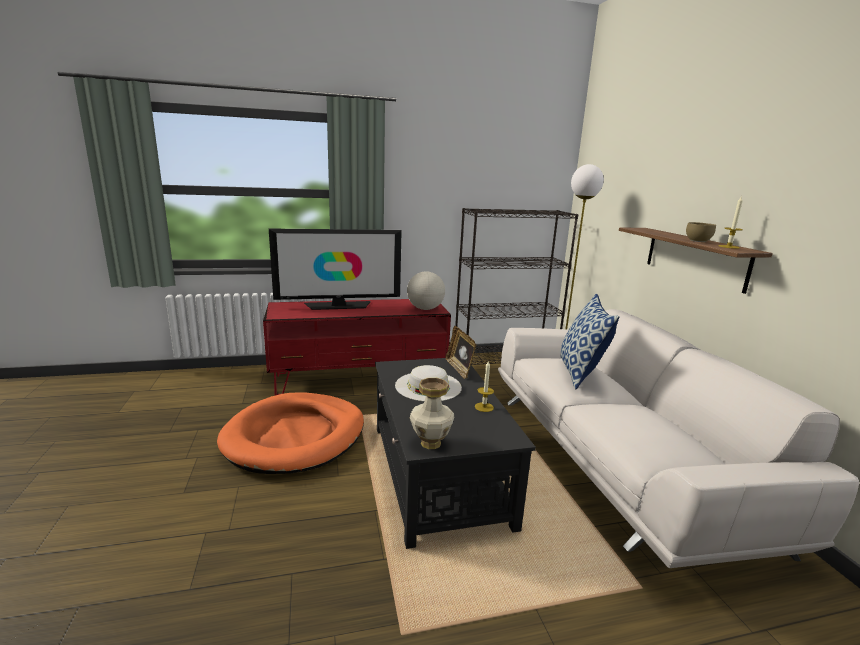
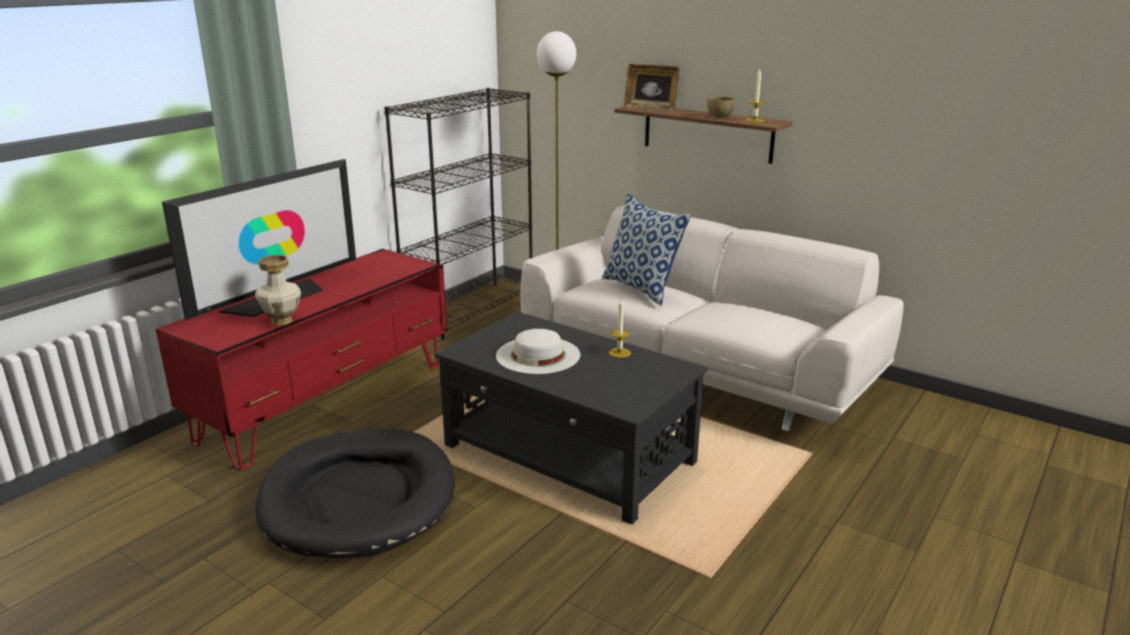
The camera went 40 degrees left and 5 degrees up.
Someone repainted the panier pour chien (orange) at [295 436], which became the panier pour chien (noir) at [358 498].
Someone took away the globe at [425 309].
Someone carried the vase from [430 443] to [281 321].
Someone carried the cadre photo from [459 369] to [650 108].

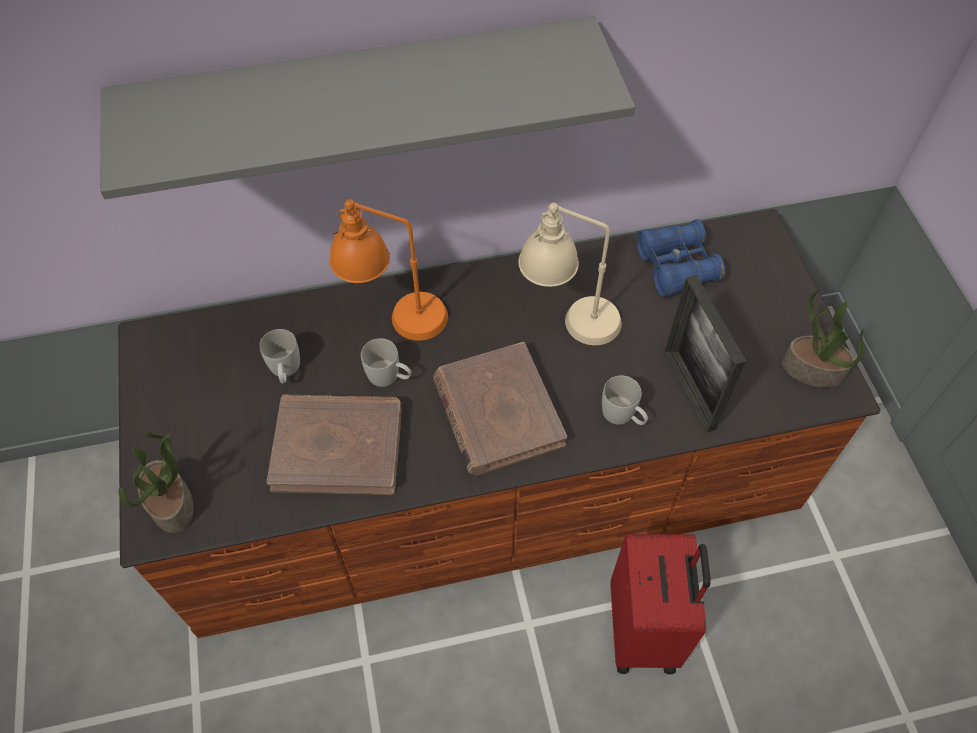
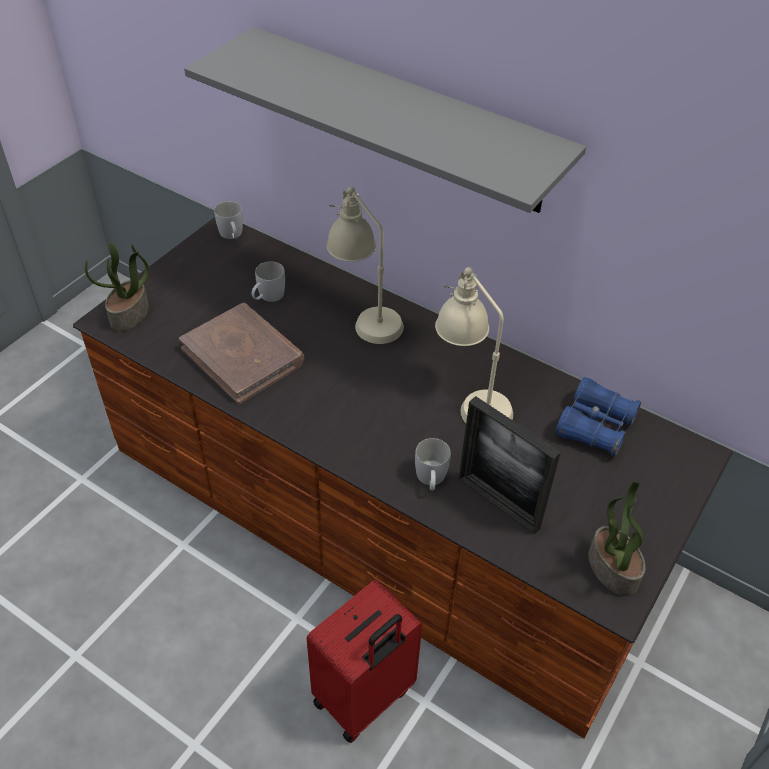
The camera went 45 degrees right and 10 degrees down.
Someone repainted the lampe de table (orange) at [394 317], which became the lampe de table (beige) at [364 316].
Someone carried the mug (blanc) from [389 376] to [232 235].
Someone took away the livre (marron) at [497 412].
Someone rotated the cadre photo at [689 389] by 75 degrees counterclockwise.

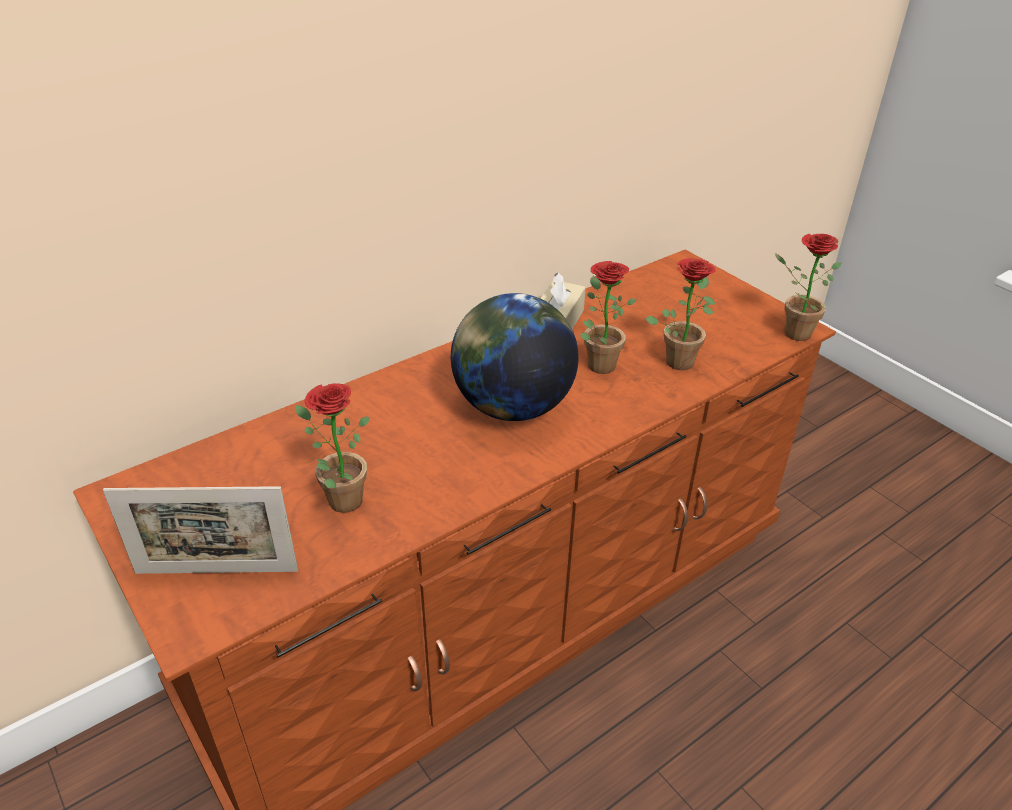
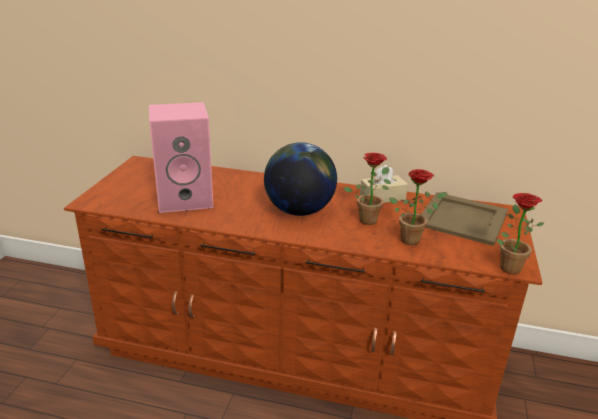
The camera went 50 degrees right and 10 degrees down.
Someone took away the cadre photo at [216 571].
Someone swapped the plante en pot at [338 499] for the enceinte (rose) at [186 198].
Someone put down the plateau (beige) at [463 218].

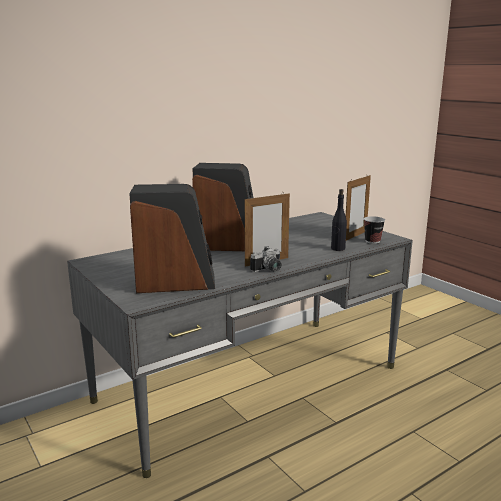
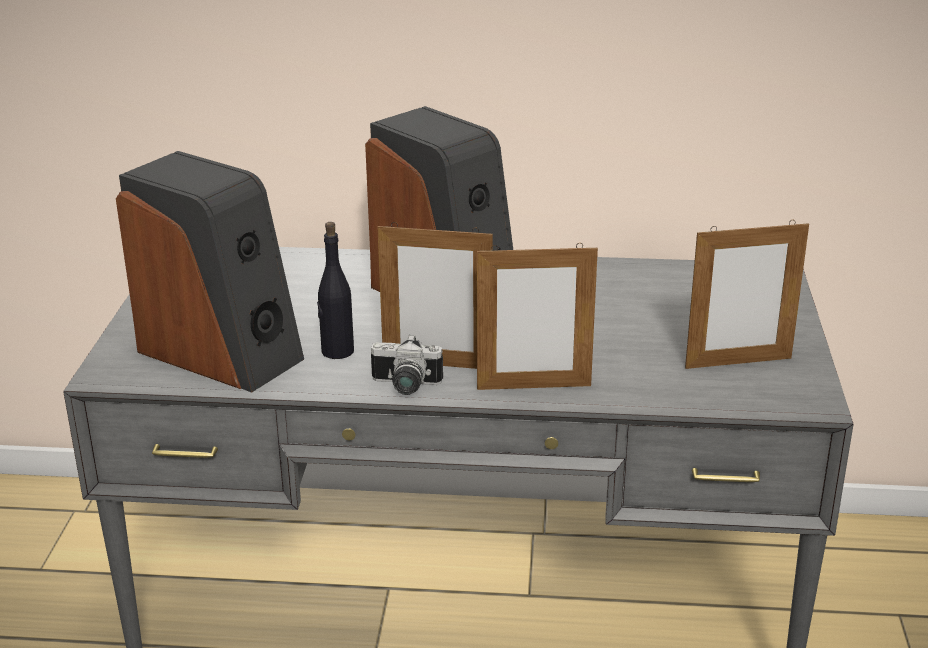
The camera went 40 degrees right and 10 degrees up.
Someone carried the bouteille (noir) from [337 249] to [337 351].
Someone took away the tasse at [372 241].
Someone put down the cadre photo at [534 387].

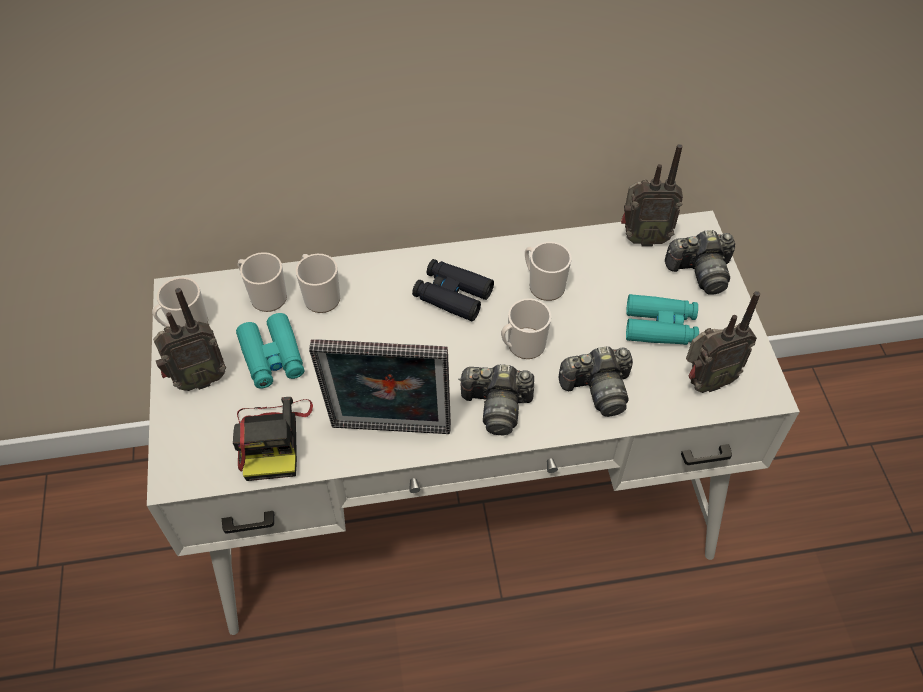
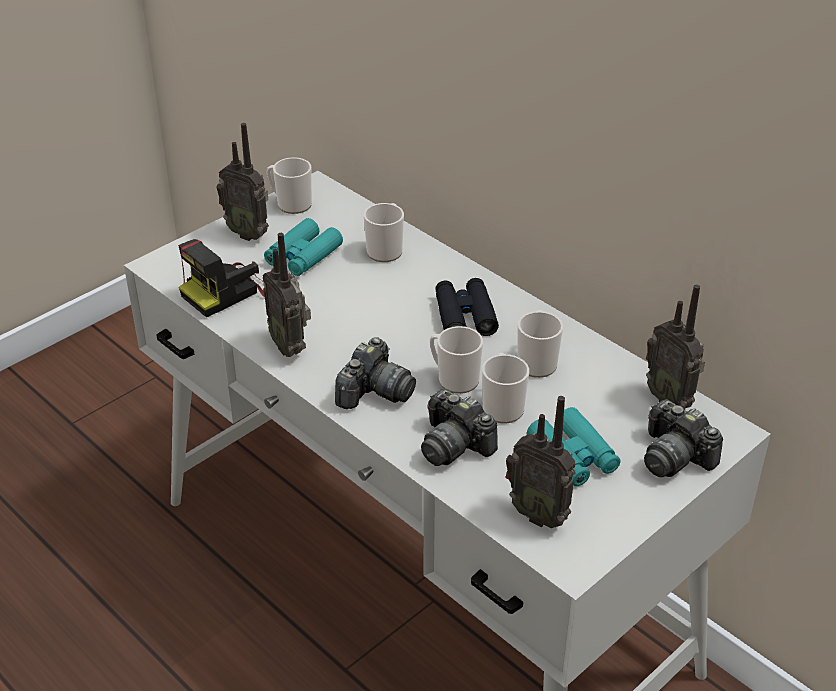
The camera went 55 degrees right and 15 degrees down.
Someone carried the mug from [265 296] to [502 406].
Someone swapped the cadre photo at [390 433] for the radio at [290 346].
Someone rotated the appareil photo at [497 406] by 120 degrees counterclockwise.

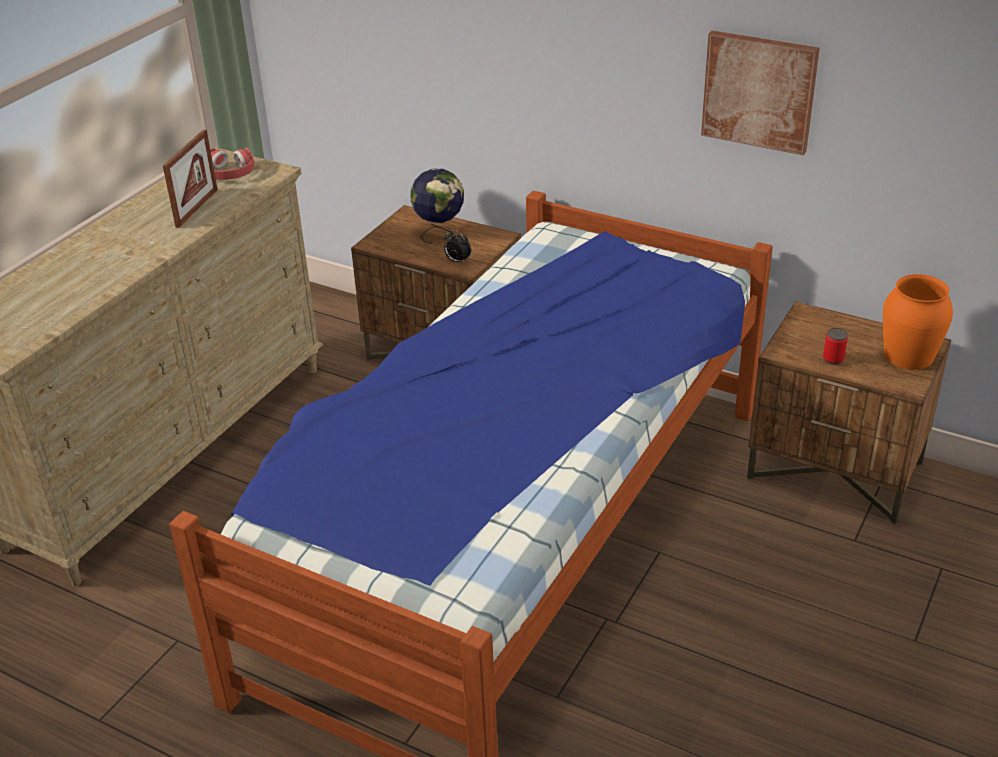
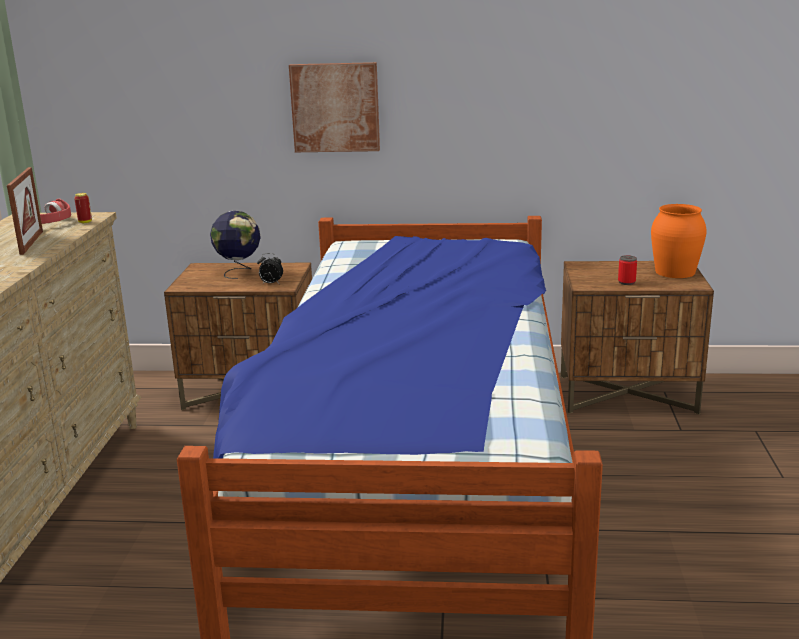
The camera went 25 degrees left and 15 degrees down.
Someone carried the tableau from [759 91] to [335 107].
Someone put down the boîte métallique at [85 222].

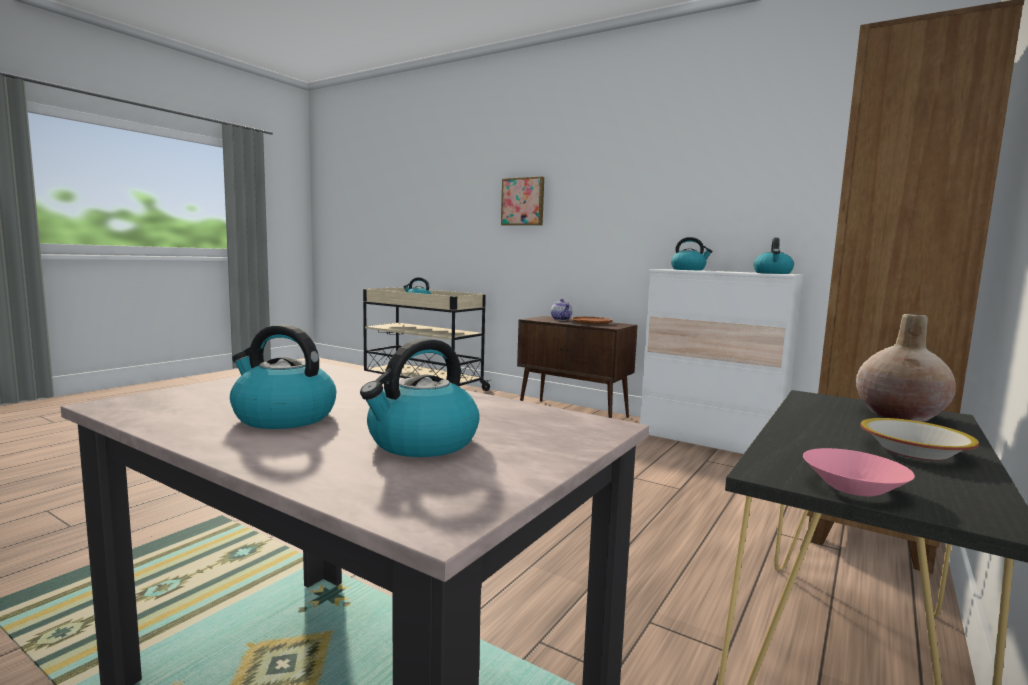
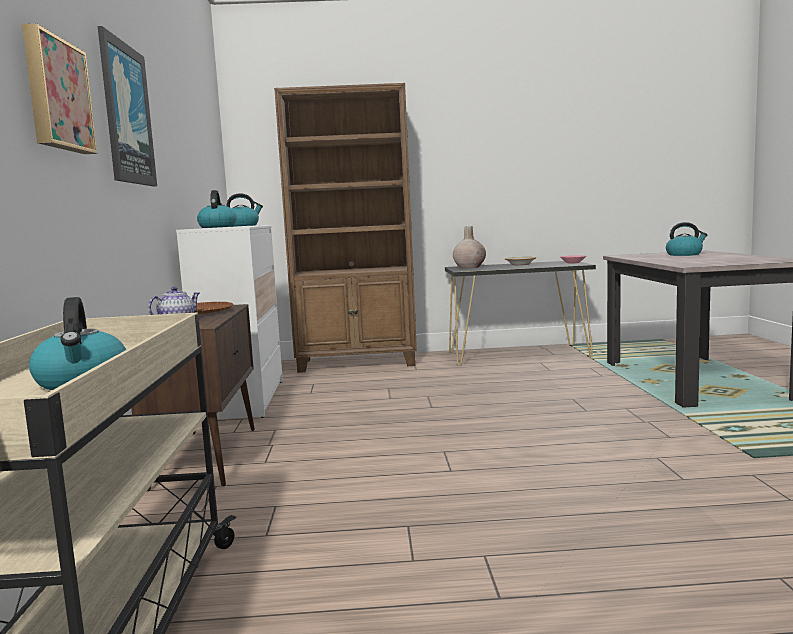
The camera went 125 degrees left and 0 degrees up.
Someone took away the bouilloire at [283 417].
Someone put up the tableau at [126 114].

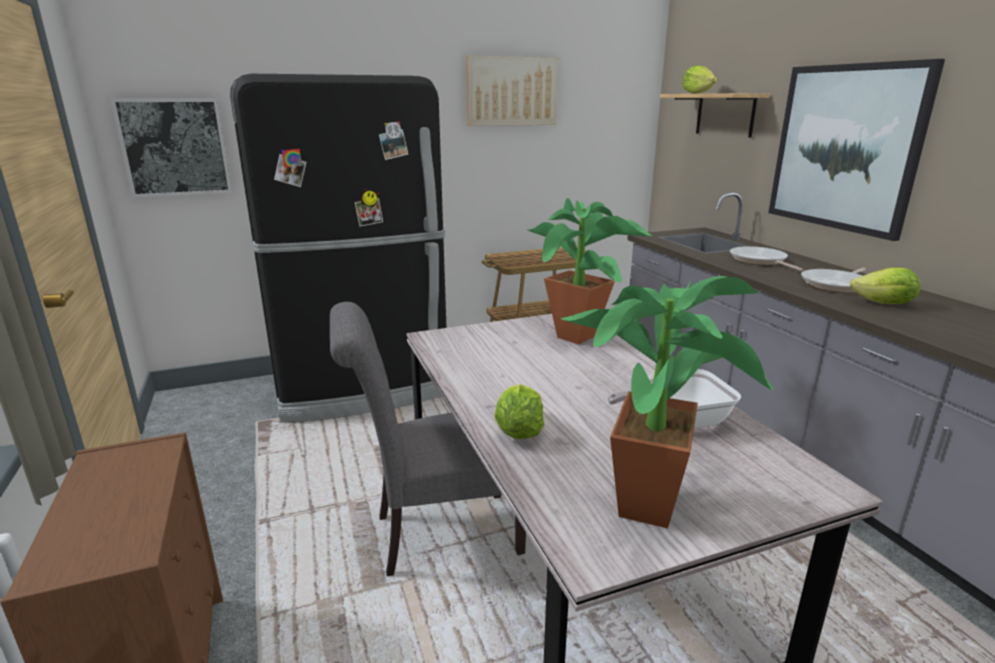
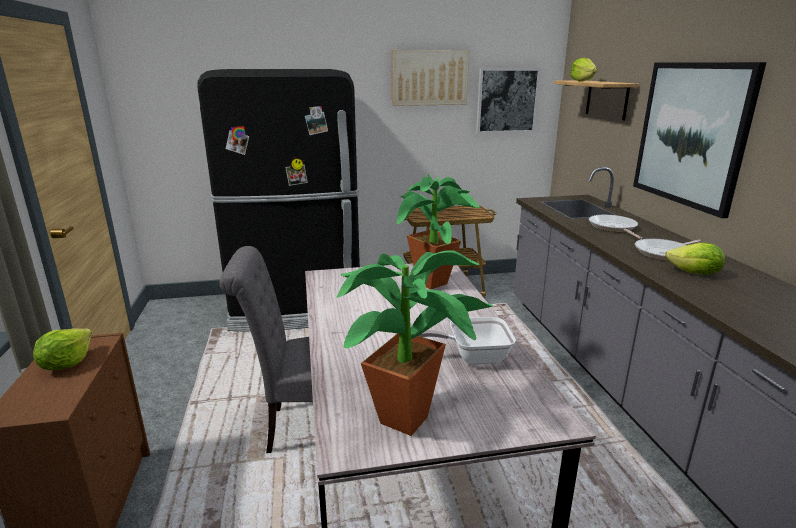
The camera went 10 degrees right and 0 degrees up.
Someone carried the tableau from [175 147] to [506 100].
Someone carried the laitue from [518 431] to [66 364].

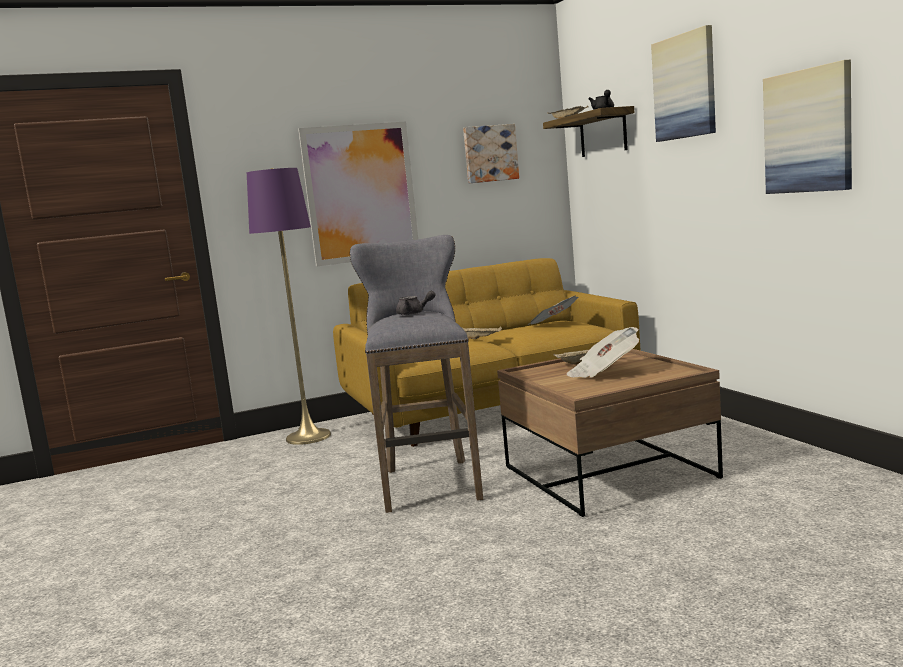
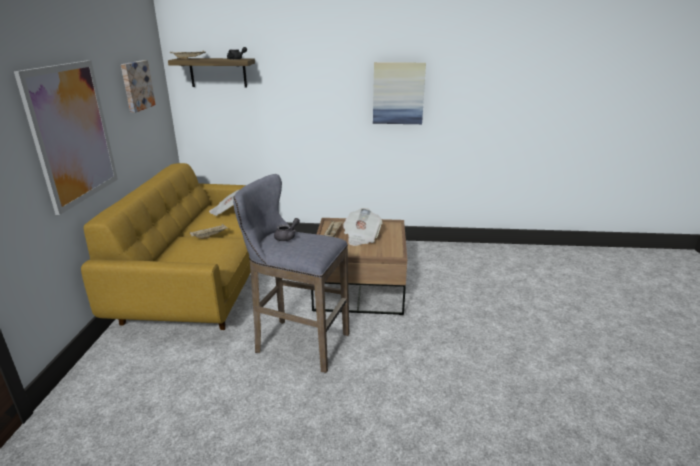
The camera went 65 degrees left and 15 degrees up.
Someone took away the lampadaire (violet) at [308 437].
Someone took away the tableau at [685 86].

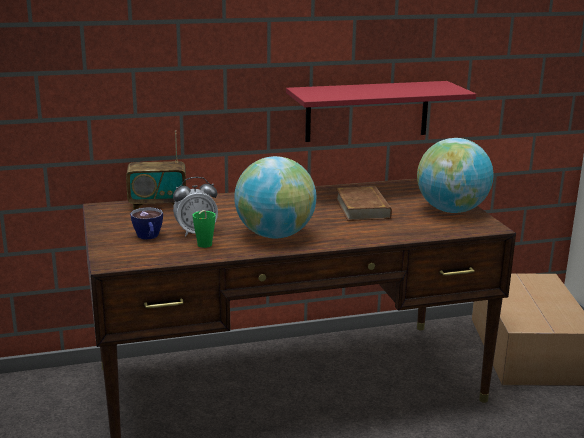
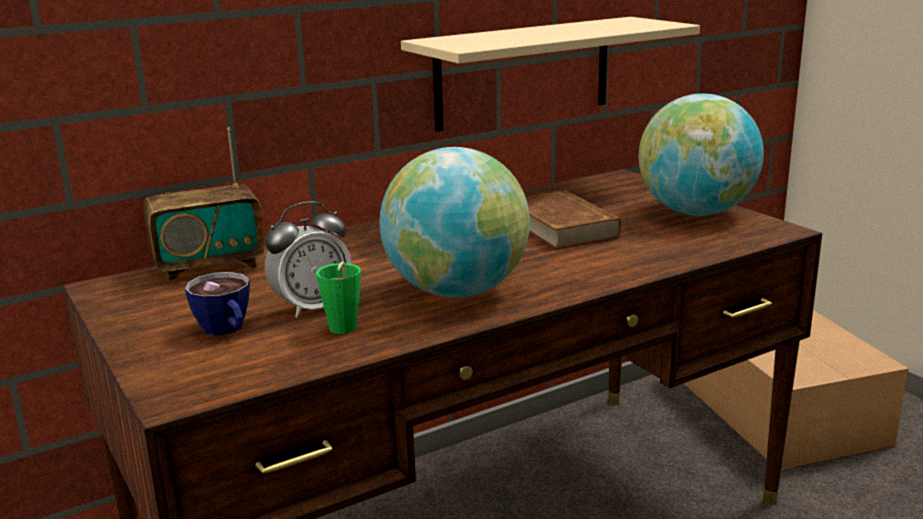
The camera went 15 degrees left and 0 degrees up.
Someone repainted the étagère (rouge) at [367 111], which became the étagère (beige) at [523 72].

